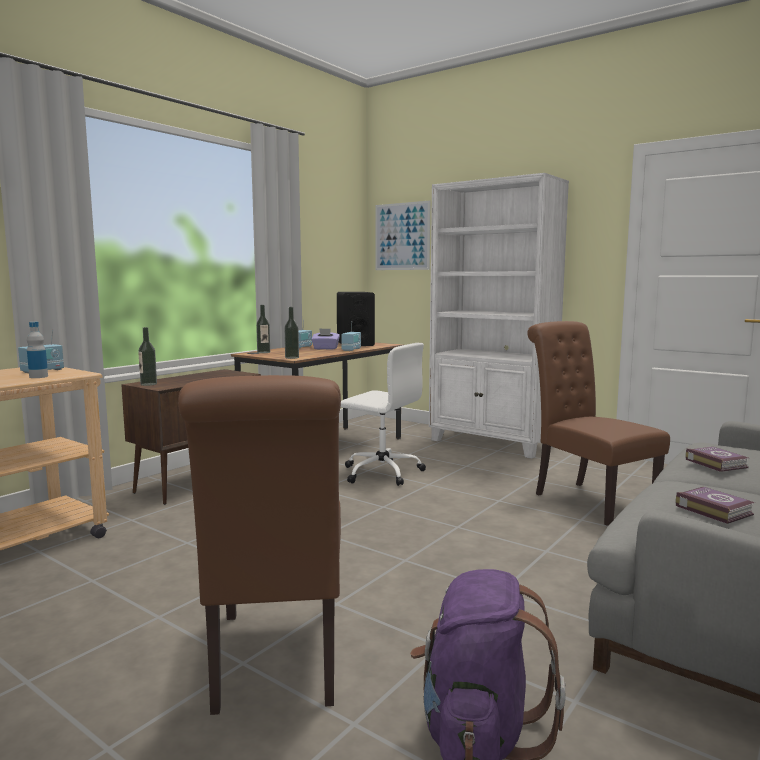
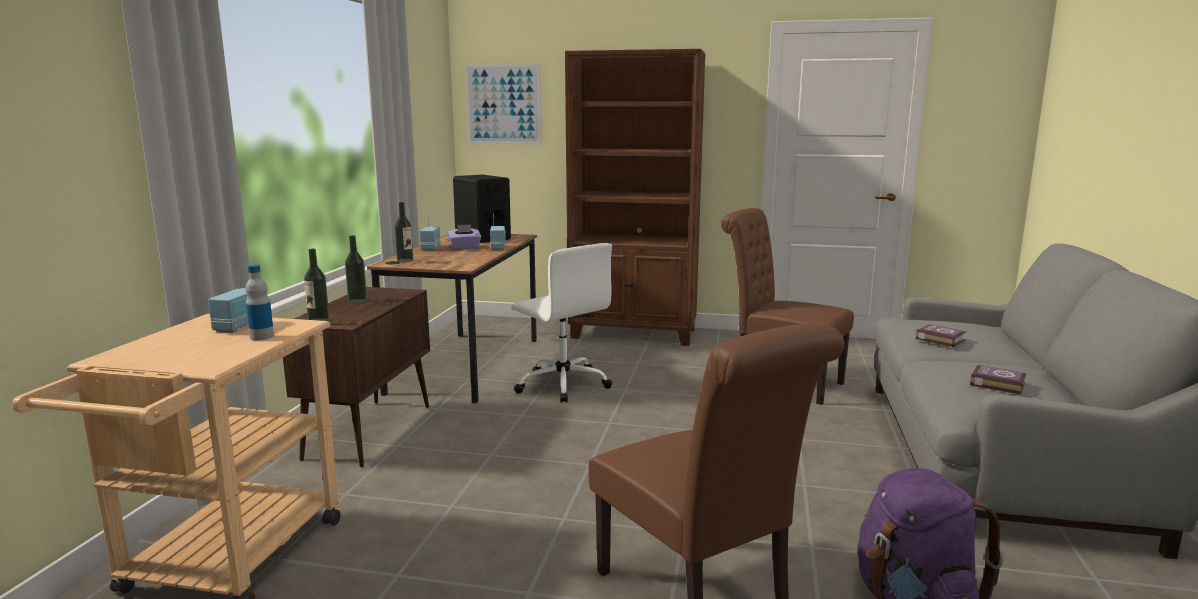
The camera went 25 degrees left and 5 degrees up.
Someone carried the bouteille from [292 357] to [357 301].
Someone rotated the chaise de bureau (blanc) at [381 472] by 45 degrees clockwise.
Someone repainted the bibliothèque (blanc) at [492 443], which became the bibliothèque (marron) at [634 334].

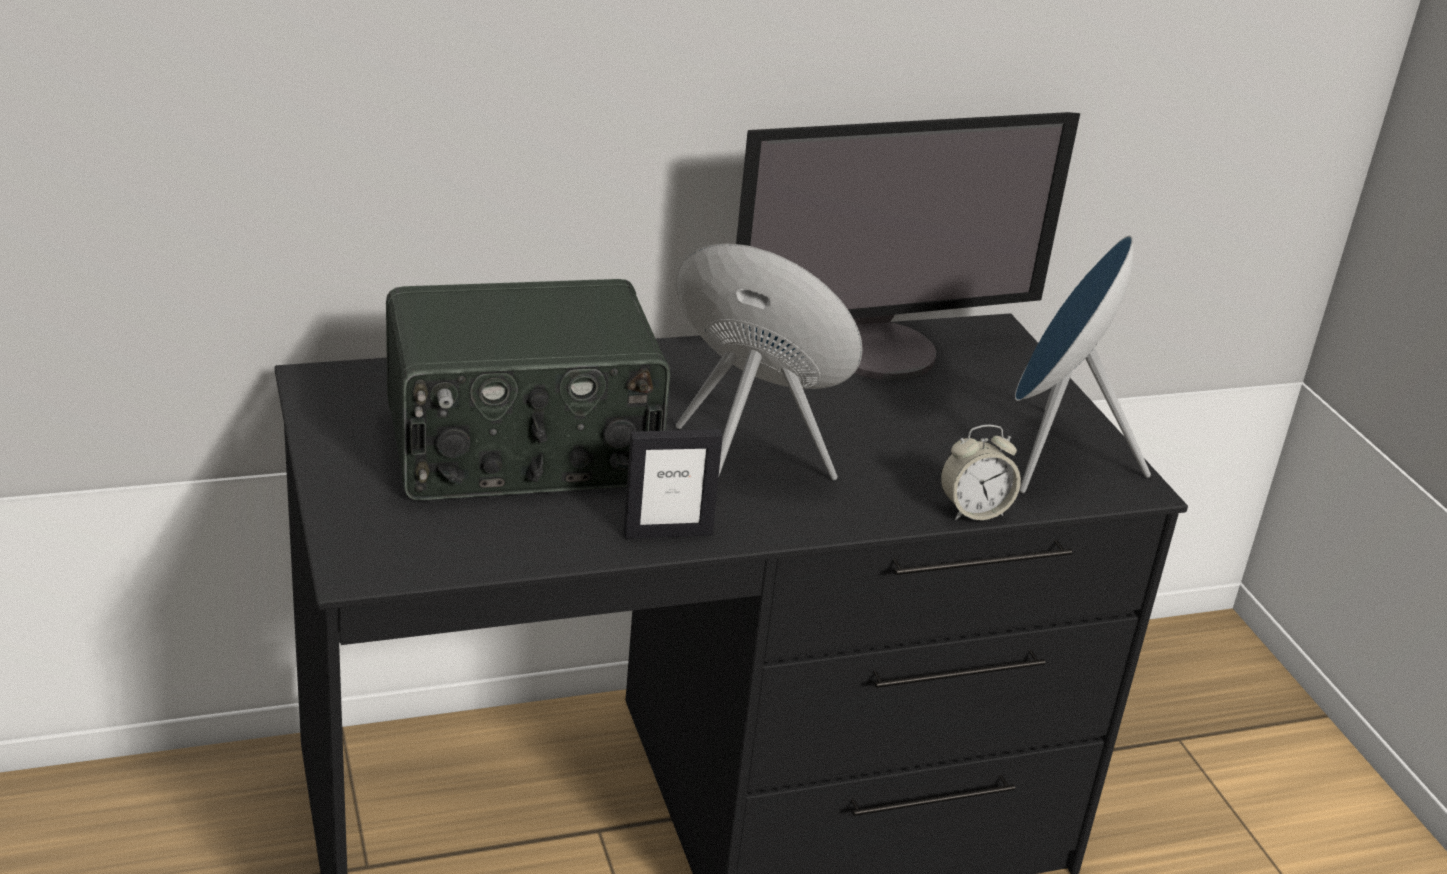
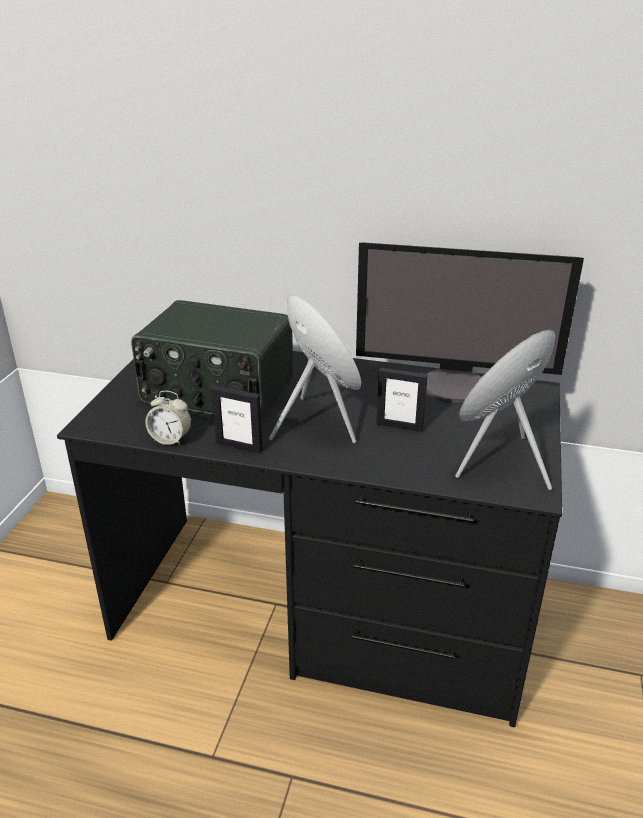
The camera went 35 degrees right and 0 degrees up.
Someone carried the réveil from [973 511] to [171 439].
Someone put down the cadre photo at [399 426].

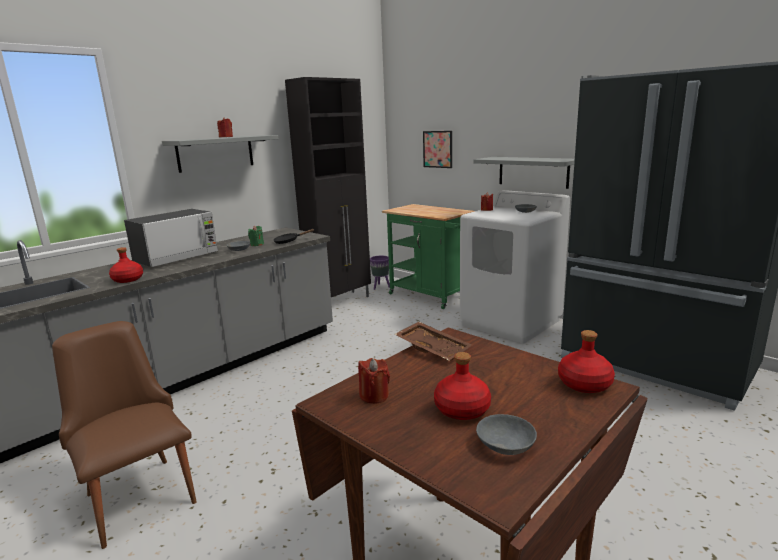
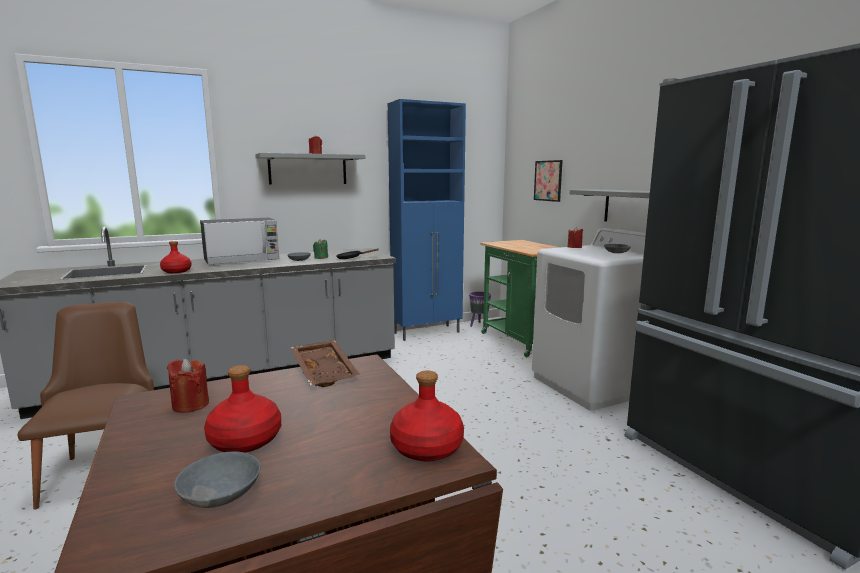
The camera went 20 degrees right and 5 degrees down.
Someone repainted the meuble de rangement (noir) at [340 301], which became the meuble de rangement (bleu) at [428 333].

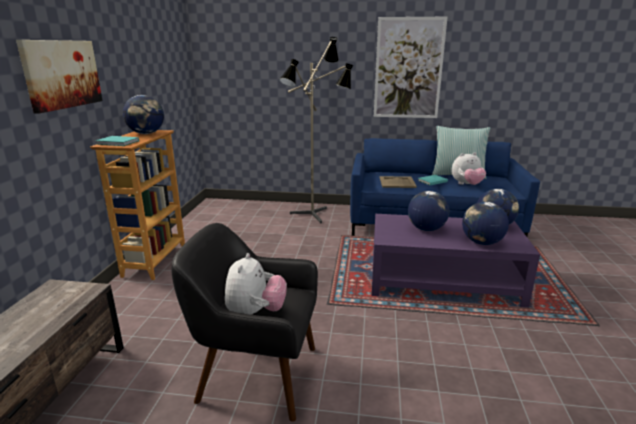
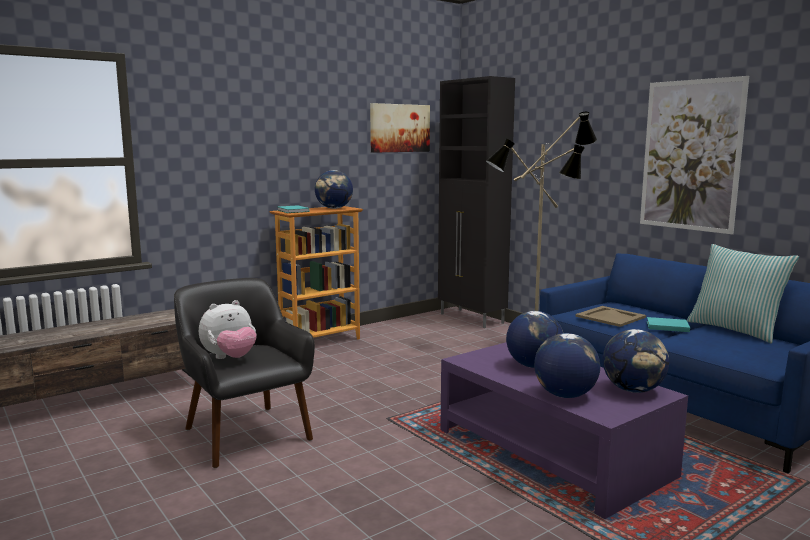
The camera went 45 degrees right and 10 degrees down.
Someone carried the tableau from [62 74] to [399 128].
Someone took away the peluche at [466 185].
Someone put down the meuble de rangement (noir) at [472 319].

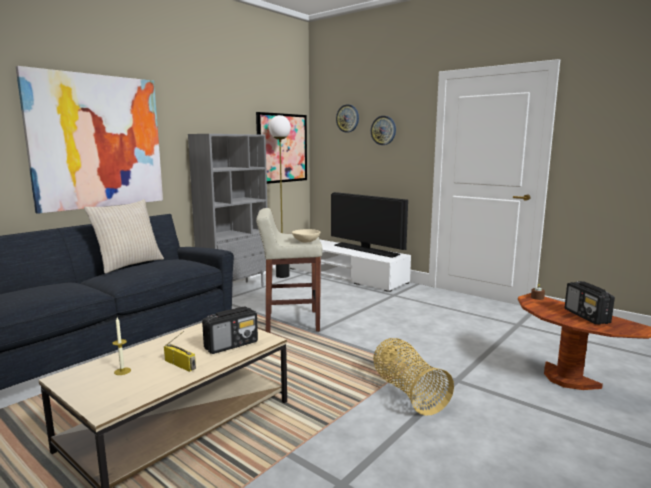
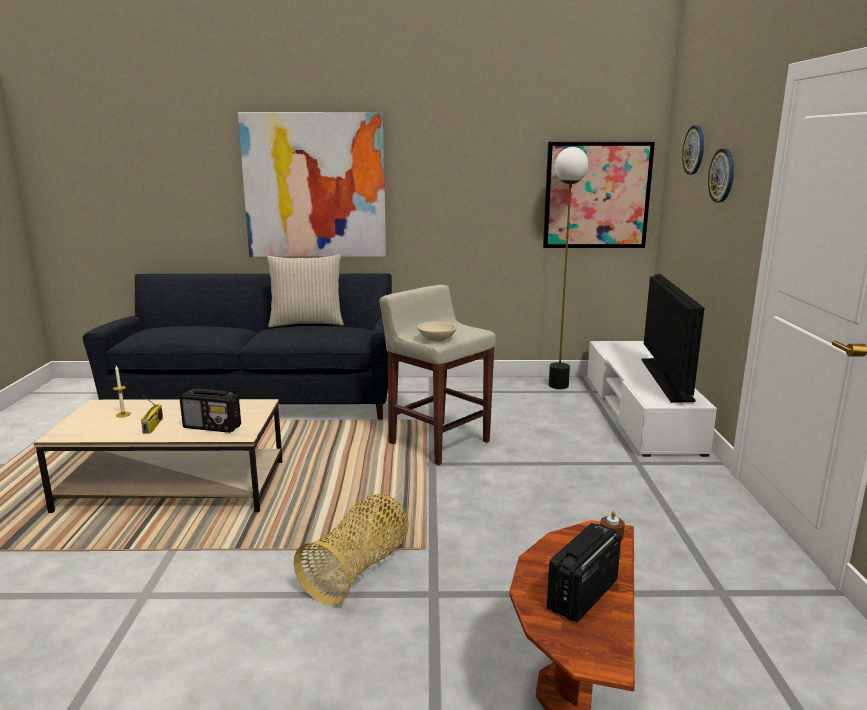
The camera went 50 degrees right and 5 degrees up.
Someone took away the bibliothèque (gris) at [234 290].

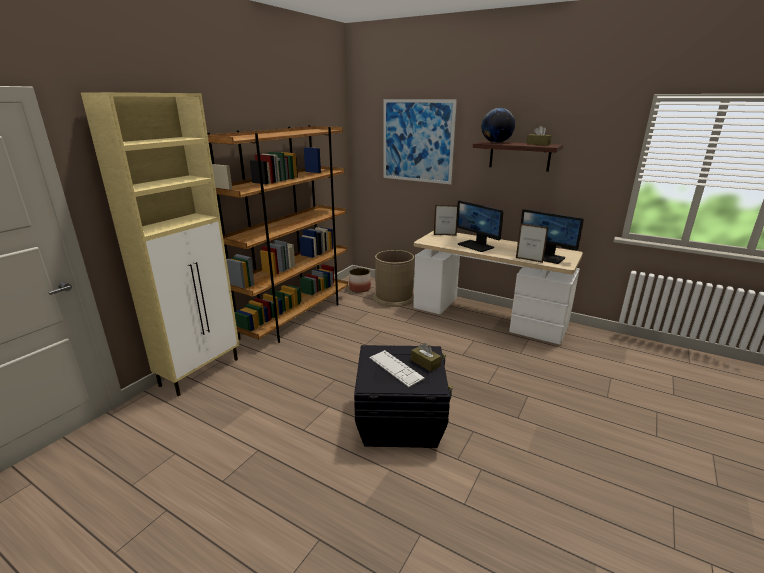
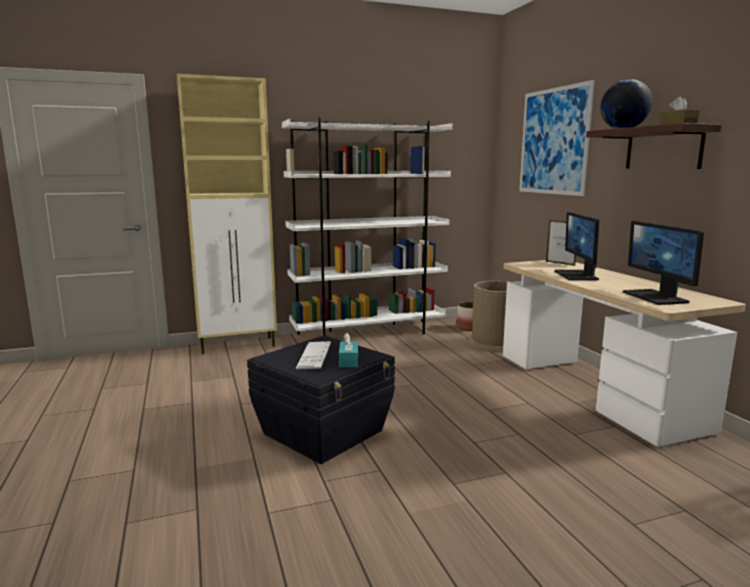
The camera went 40 degrees right and 10 degrees down.
Someone repainted the bibliothèque (marron) at [296 317], which became the bibliothèque (blanc) at [369 333].
Someone repainted the boîte à mouchoirs (marron) at [425 363], which became the boîte à mouchoirs (turquoise) at [348 361].
Someone took away the cadre photo at [529 260].

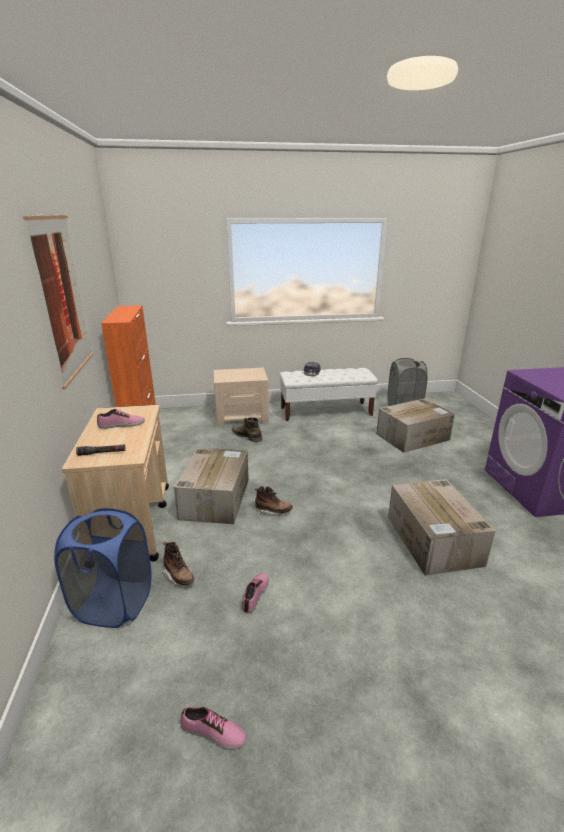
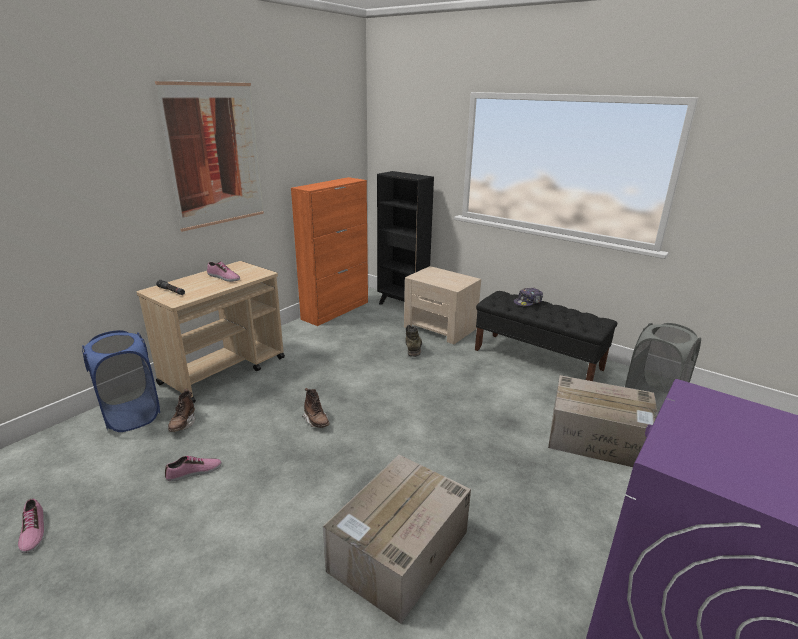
The camera went 45 degrees right and 0 degrees up.
Someone took away the carton at [215 498].
Someone repainted the banc (blanc) at [326 411], which became the banc (noir) at [538 359].
Someone put down the bibliothèque (noir) at [402 305].

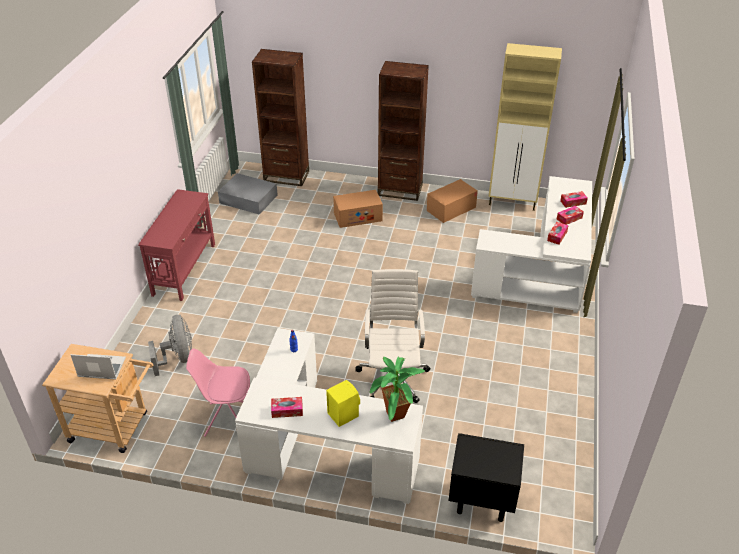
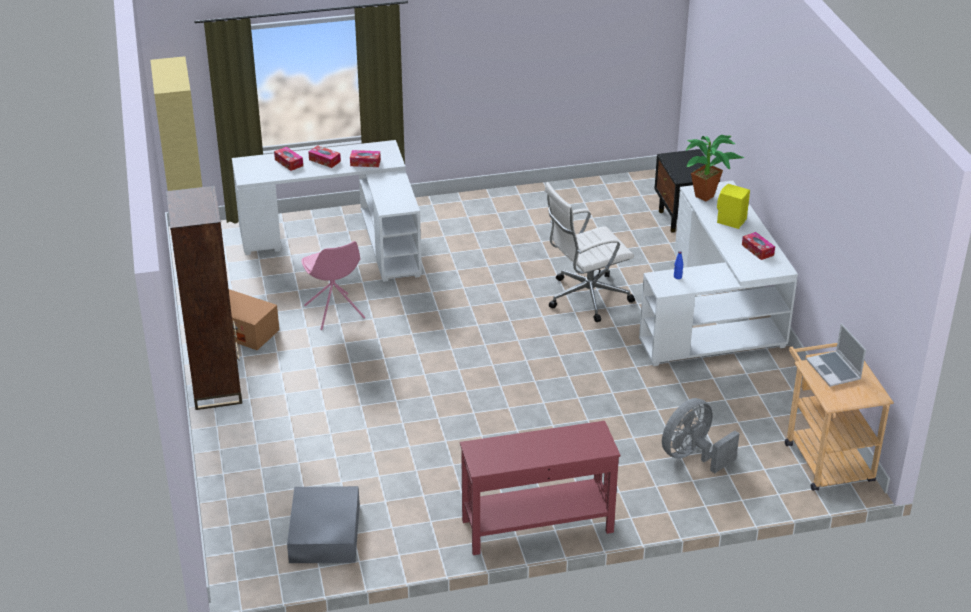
The camera went 115 degrees left and 5 degrees down.
Someone carried the chaise (rose) from [227 419] to [334 312].
Someone took away the bibliothèque (marron) at [286 176].
Someone took away the carton at [357 217].

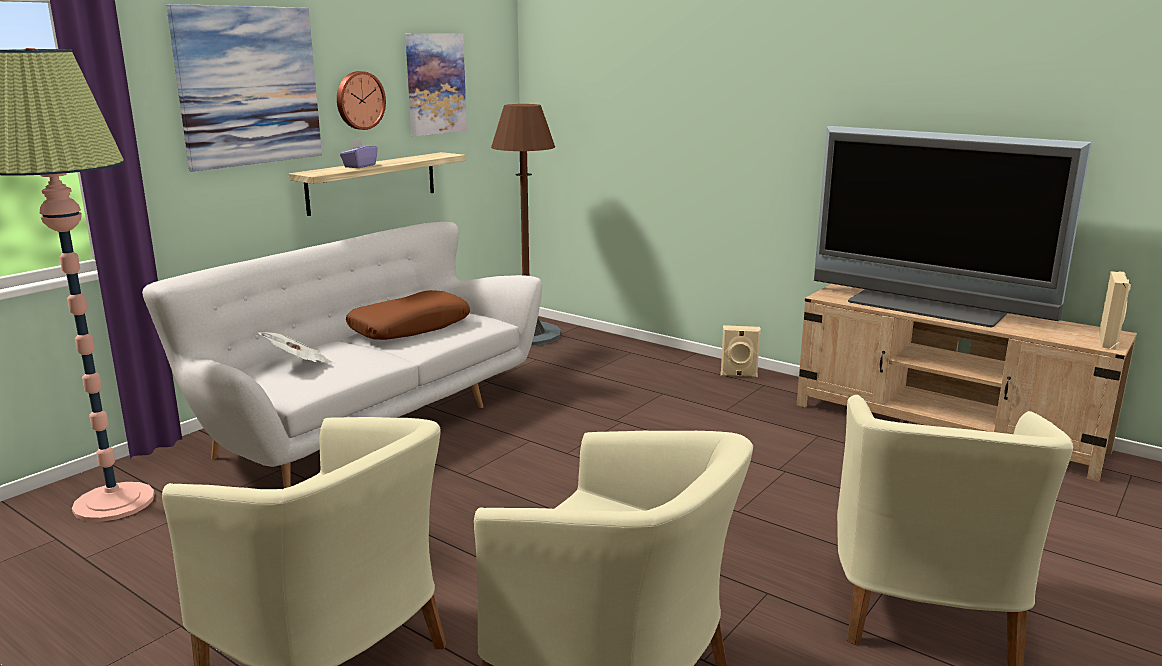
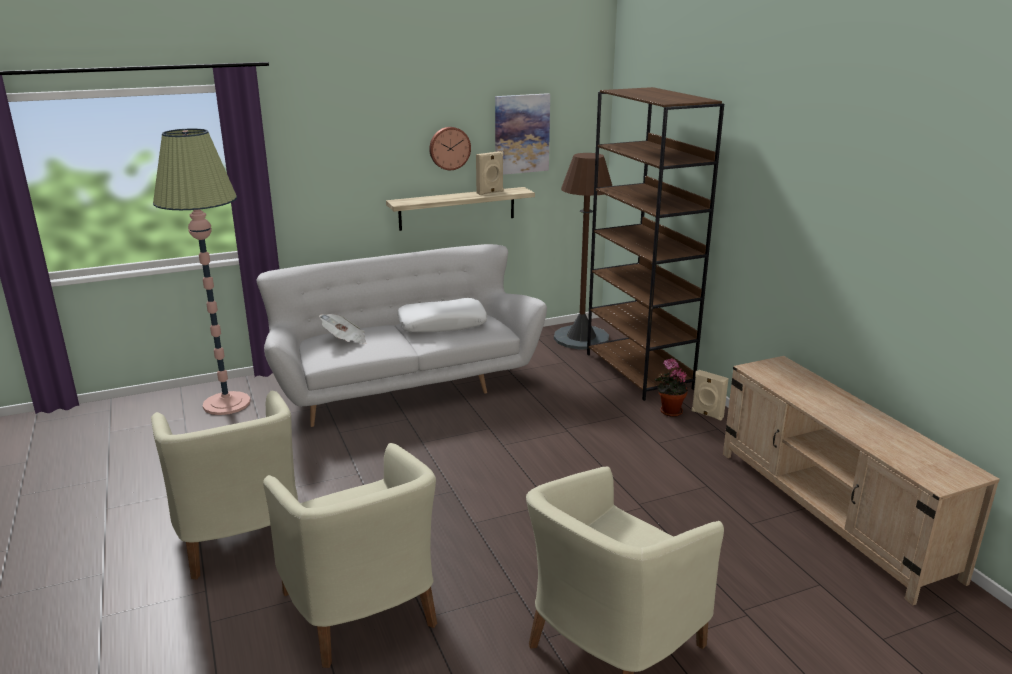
The camera went 30 degrees right and 5 degrees up.
Someone took away the tableau at [248 86].
Someone took away the boîte à mouchoirs (violet) at [359 166].
Someone repainted the coussin (marron) at [410 327], which became the coussin (blanc) at [442 324].
Someone took away the téléviseur at [926 307].
Someone carried the enceinte (beige) from [1109 342] to [490 192].
Someone put down the bibliothèque (marron) at [639 371].
Someone put down the plante en pot at [669 411].

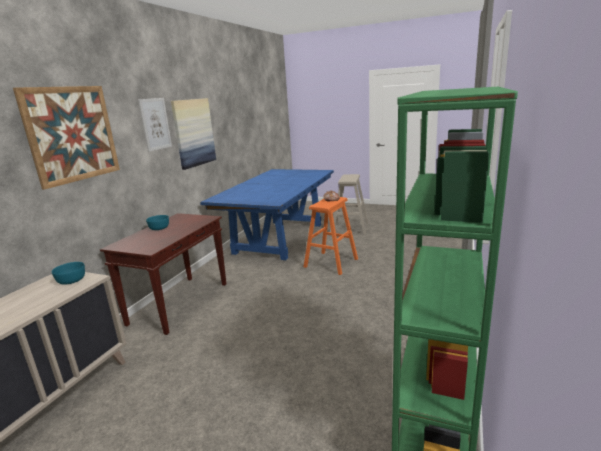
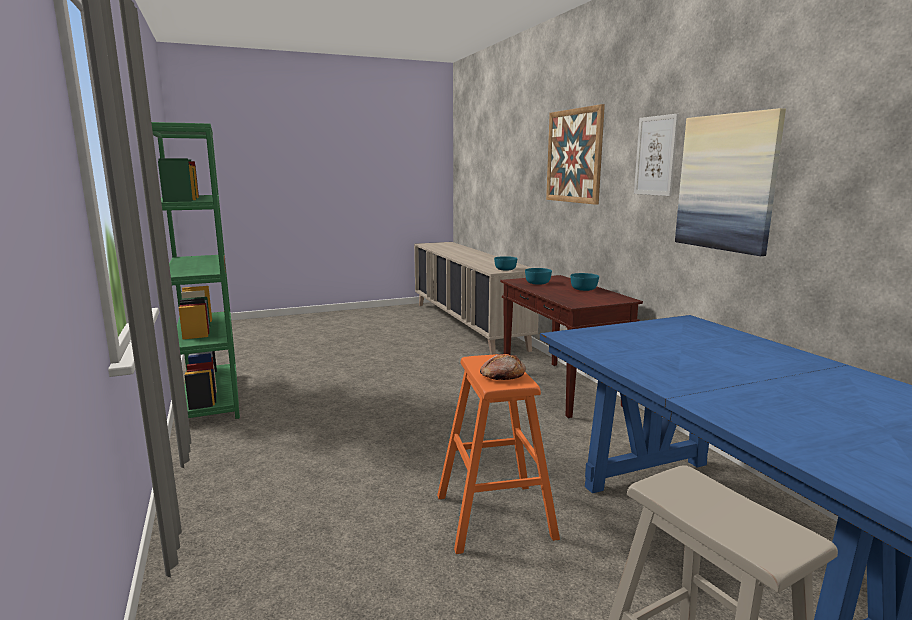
The camera went 135 degrees right and 5 degrees down.
Someone put down the bol (turquoise) at [538 283].

